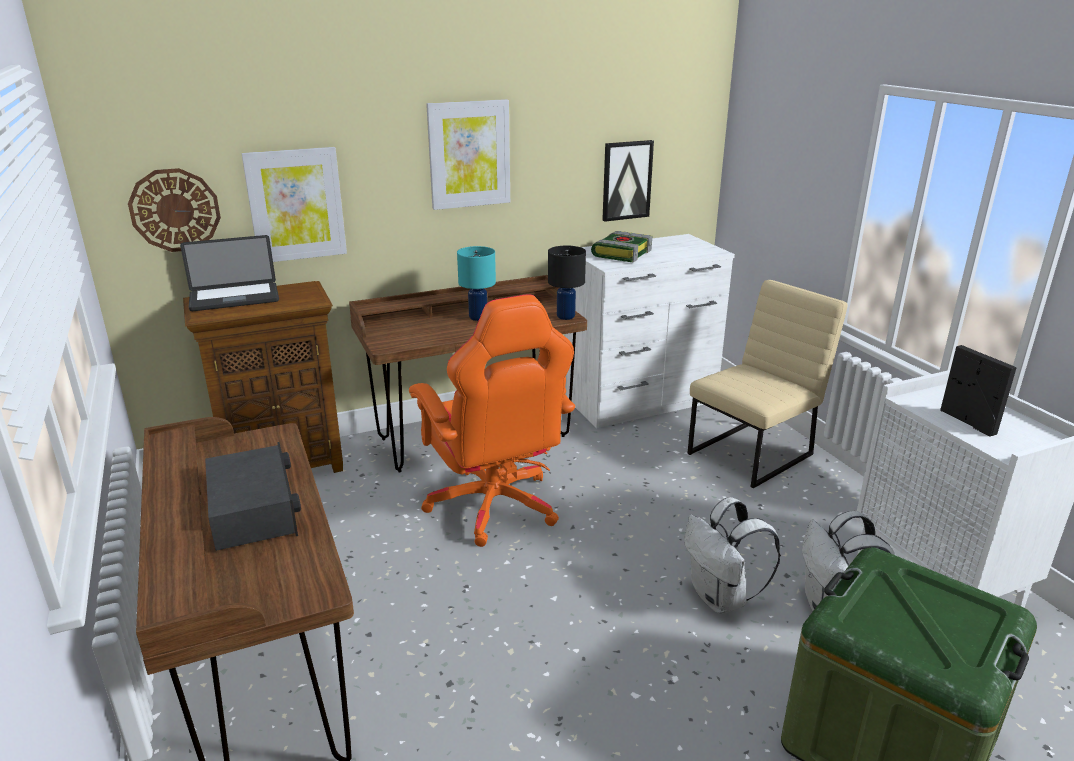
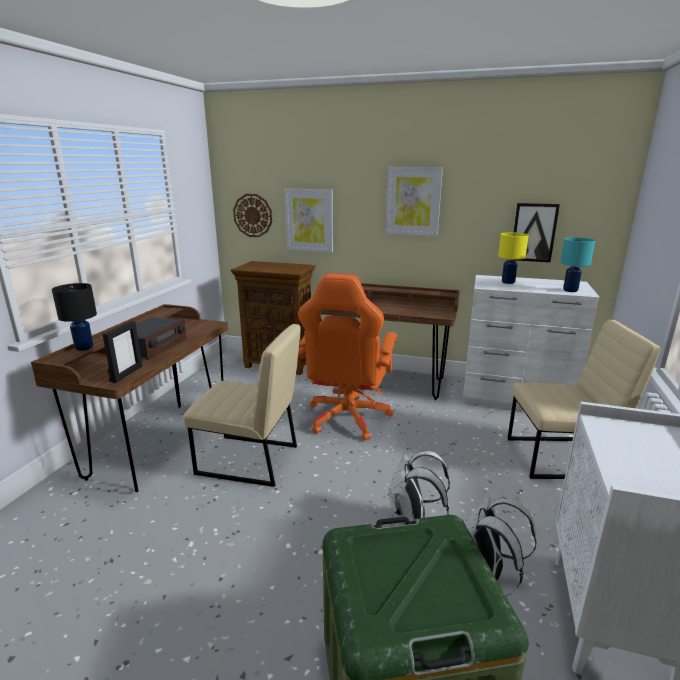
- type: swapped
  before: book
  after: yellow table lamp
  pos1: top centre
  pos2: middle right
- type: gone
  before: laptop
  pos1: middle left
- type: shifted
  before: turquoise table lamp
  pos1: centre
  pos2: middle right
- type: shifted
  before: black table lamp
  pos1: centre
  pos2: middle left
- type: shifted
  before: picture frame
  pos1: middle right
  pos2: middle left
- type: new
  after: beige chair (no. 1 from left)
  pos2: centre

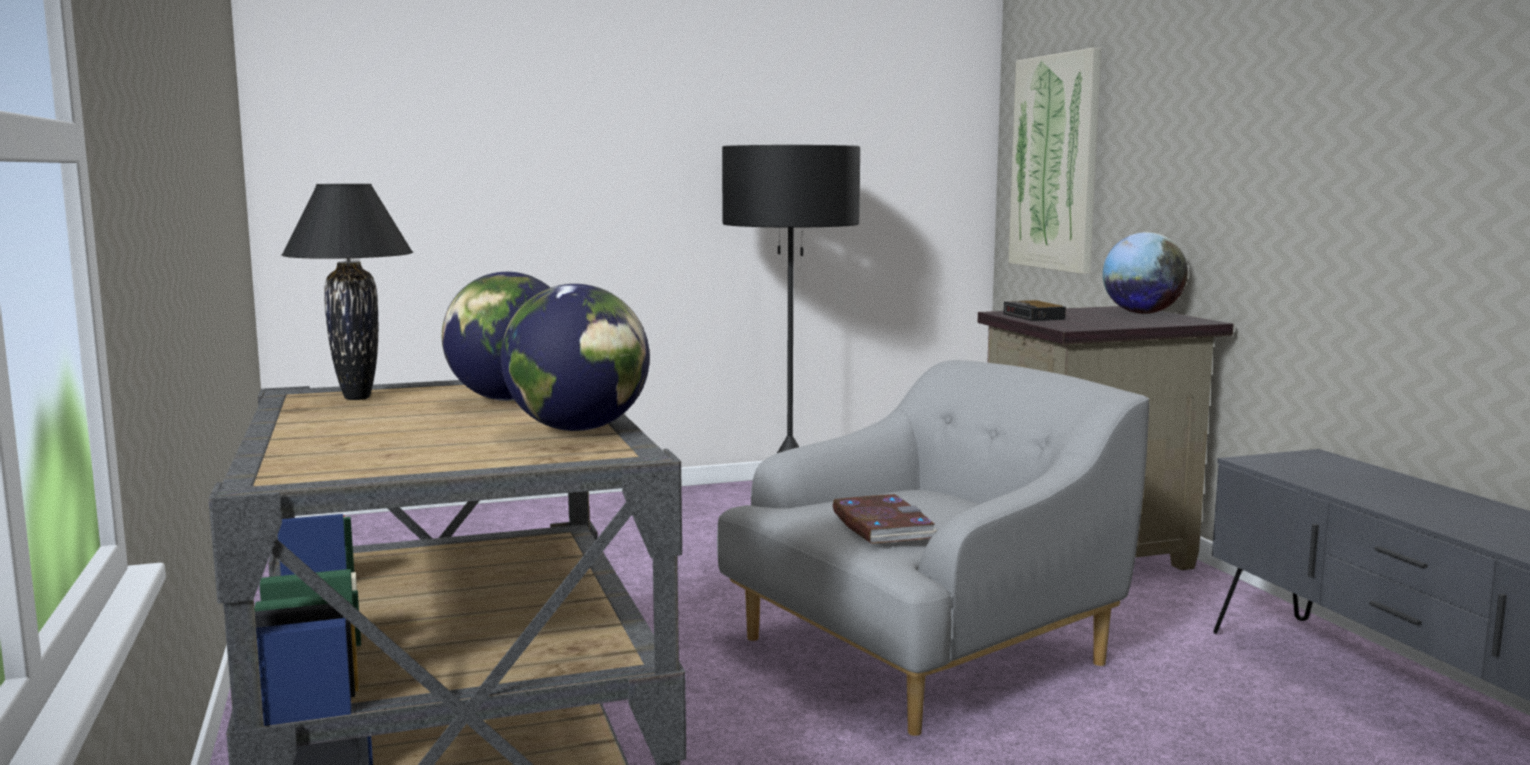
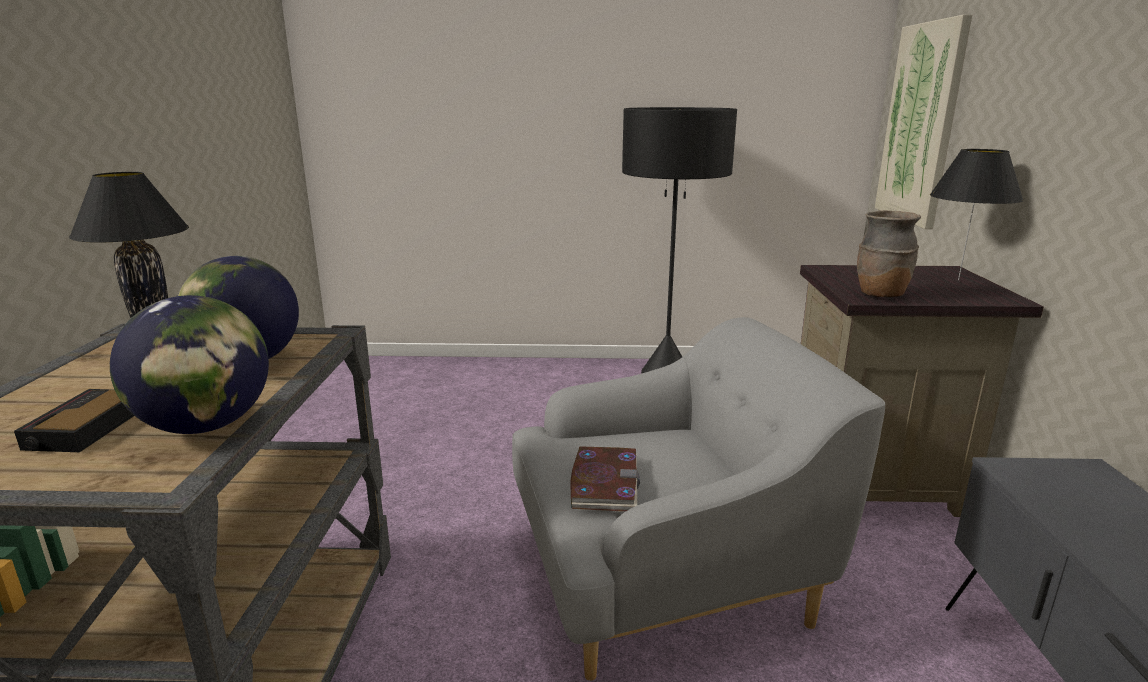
- type: swapped
  before: globe (no. 3 from left)
  after: black table lamp (no. 2 from left)
  pos1: middle right
  pos2: top right
- type: shifted
  before: alarm clock
  pos1: middle right
  pos2: middle left
- type: new
  after: brown vase
  pos2: middle right

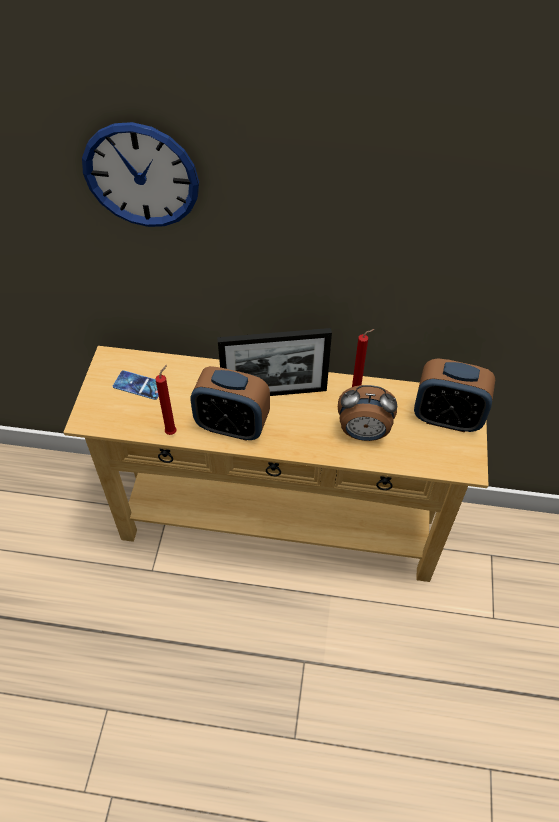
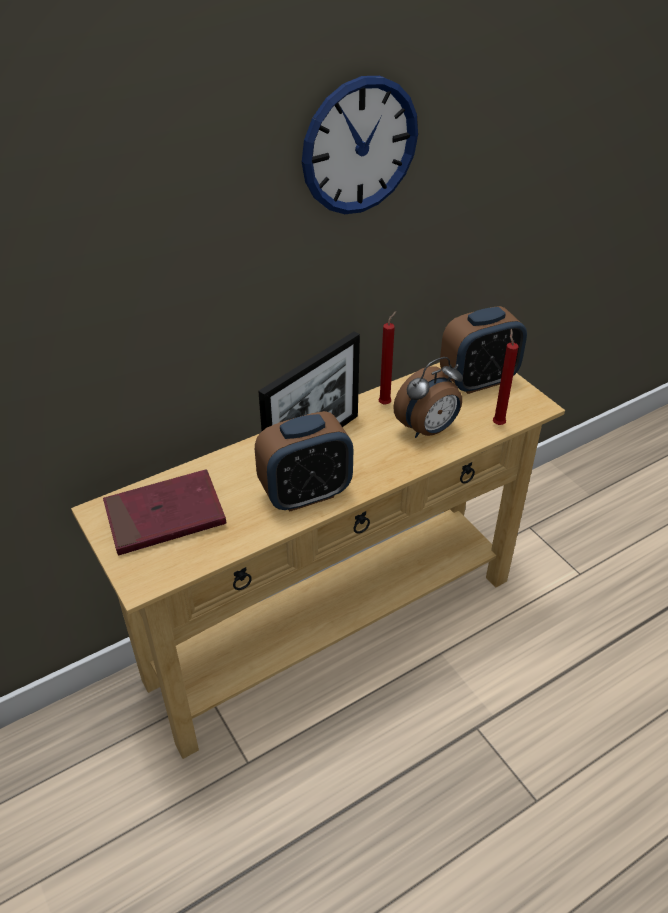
- type: shifted
  before: wall clock
  pos1: top left
  pos2: top centre
- type: shifted
  before: red candle (no. 1 from left in the first image)
  after: red candle (no. 2 from left)
  pos1: middle left
  pos2: middle right
- type: swapped
  before: phone
  after: red book
  pos1: middle left
  pos2: middle left

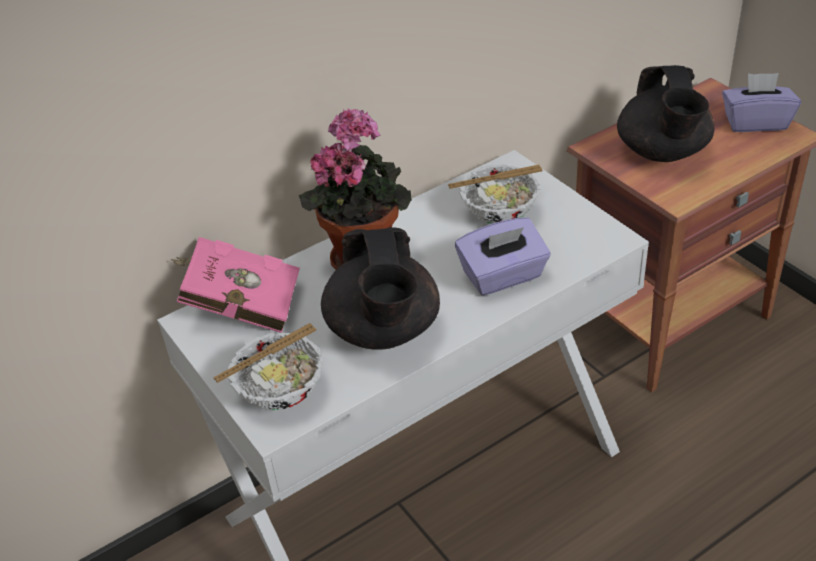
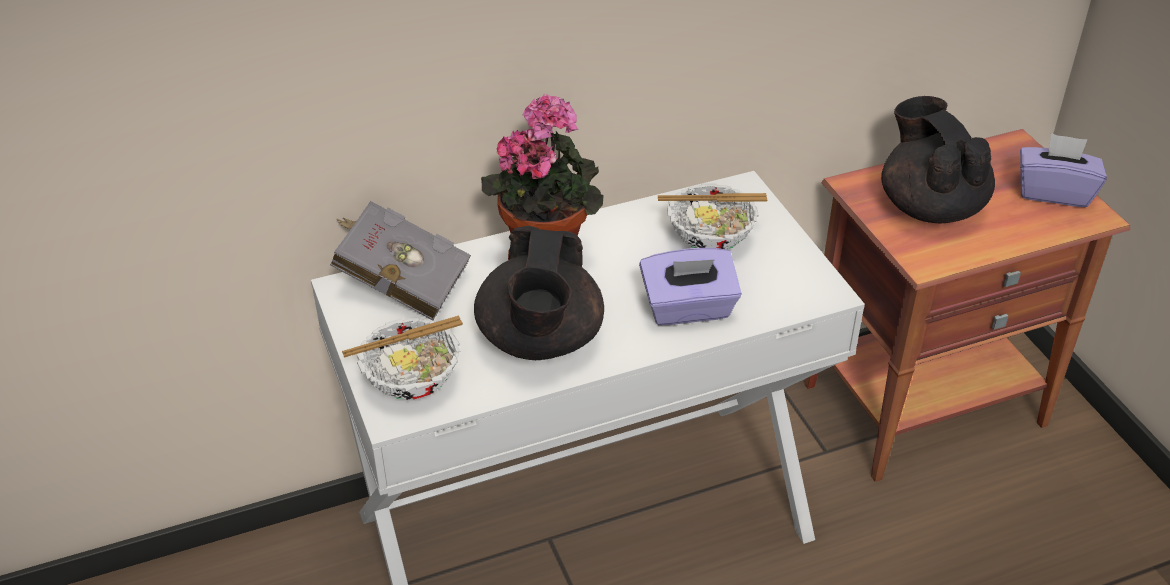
- type: rotated
  before: black teapot (no. 2 from left)
  pos1: top right
  pos2: top right
  turn: 150
- type: repainted
  before: pink book
  after: grey book
  pos1: middle left
  pos2: centre

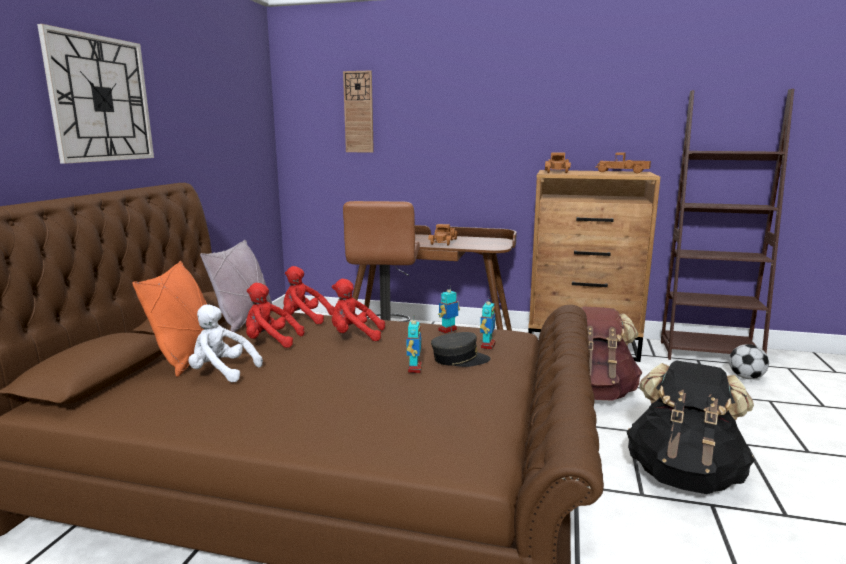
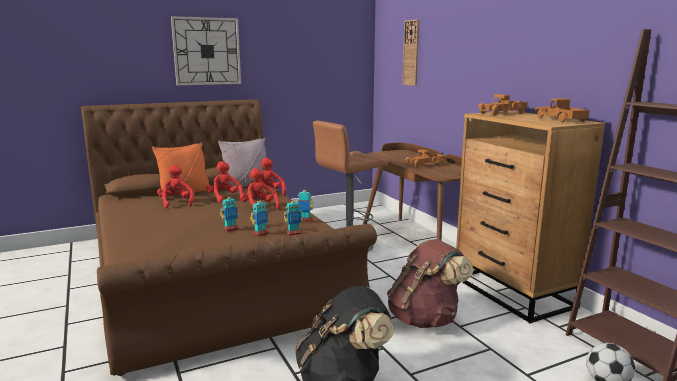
- type: repainted
  before: white plush toy
  after: red plush toy (no. 1 from left)
  pos1: middle left
  pos2: middle left
- type: swapped
  before: grey cap
  after: toy robot (no. 2 from left)
  pos1: centre
  pos2: centre

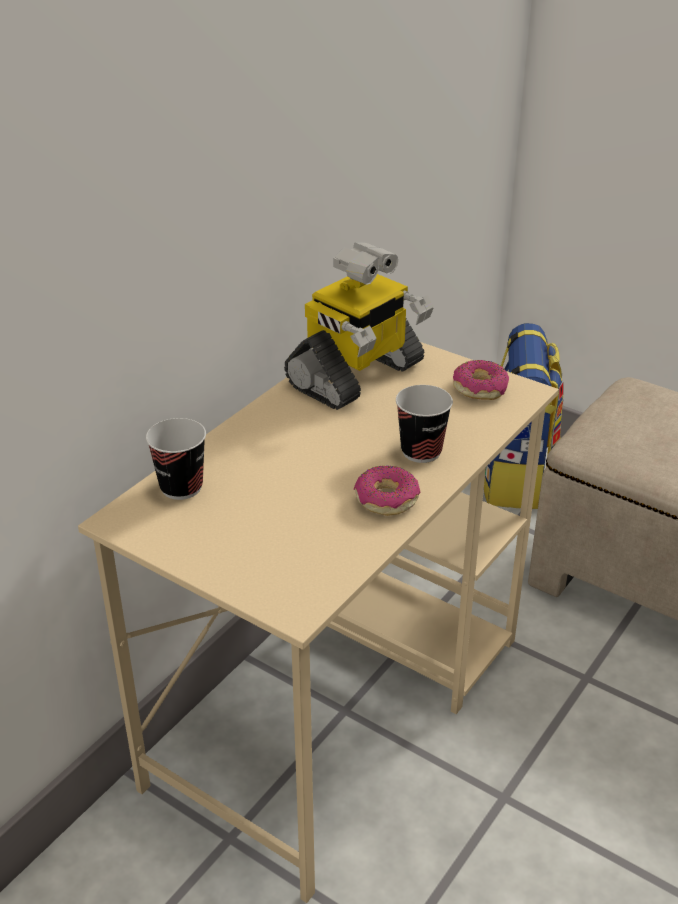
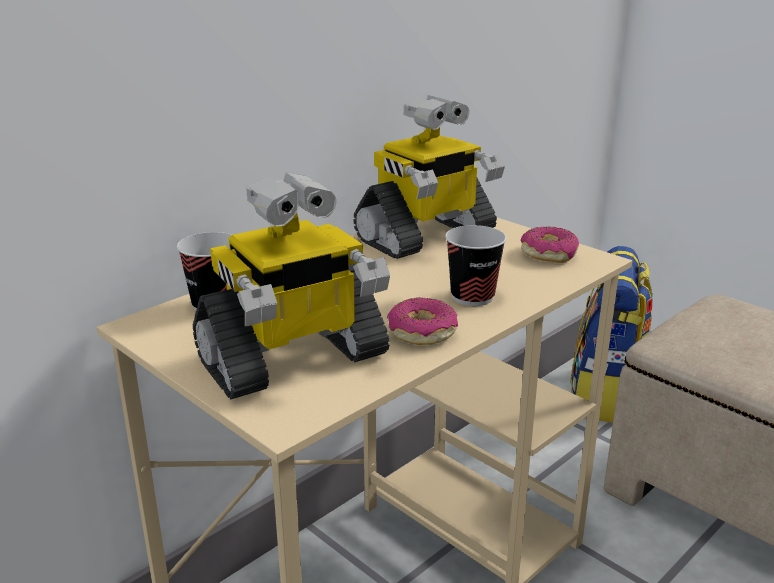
- type: new
  after: toy robot (no. 1 from left)
  pos2: centre

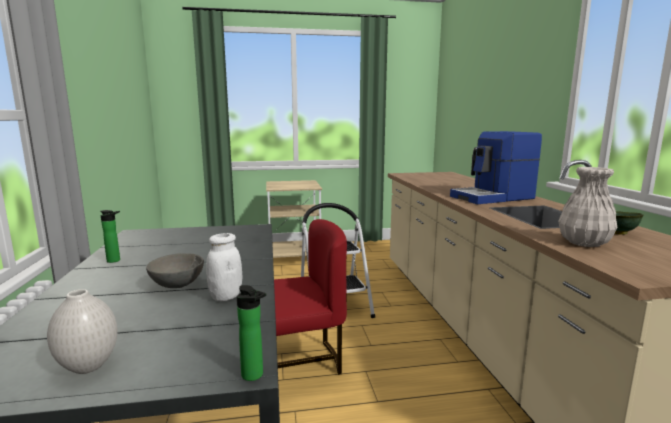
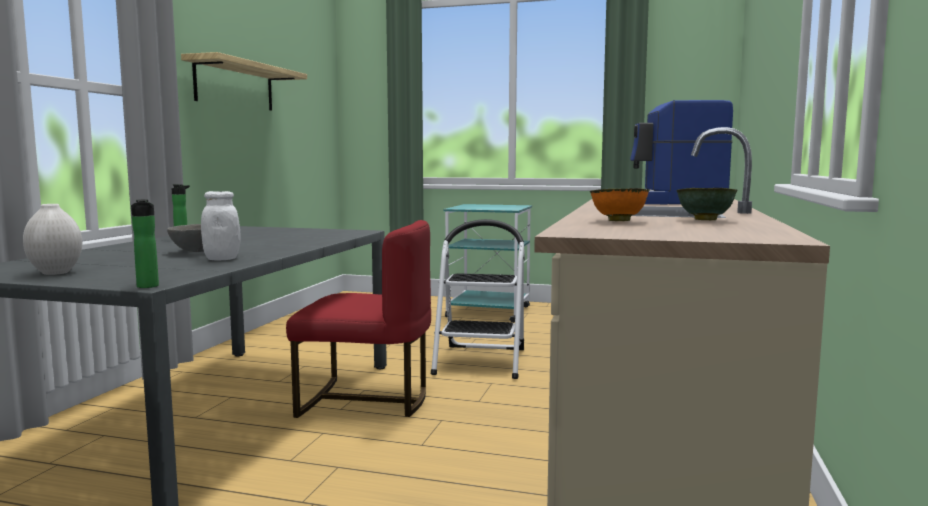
- type: swapped
  before: white vase (no. 2 from left)
  after: orange bowl
  pos1: middle right
  pos2: middle right
- type: repainted
  before: beige cart
  after: turquoise cart
  pos1: centre
  pos2: centre
- type: new
  after: shelf
  pos2: top left

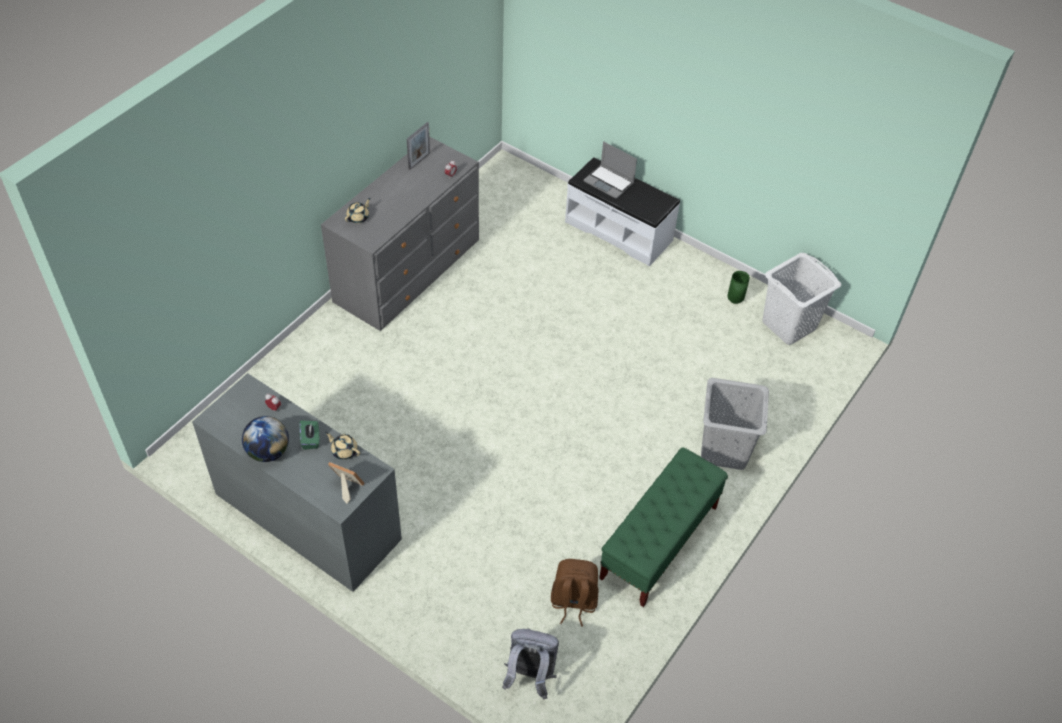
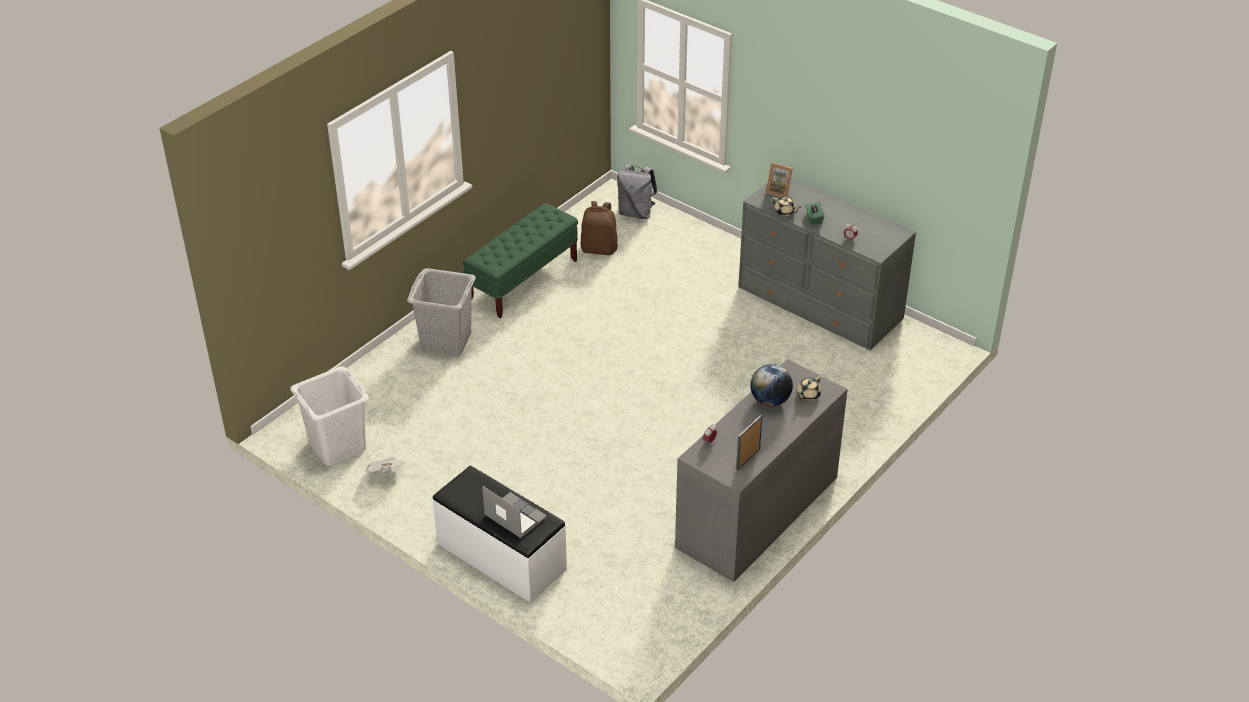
- type: swapped
  before: green vase
  after: newspaper
  pos1: middle right
  pos2: middle left
- type: shifted
  before: globe
  pos1: middle left
  pos2: centre

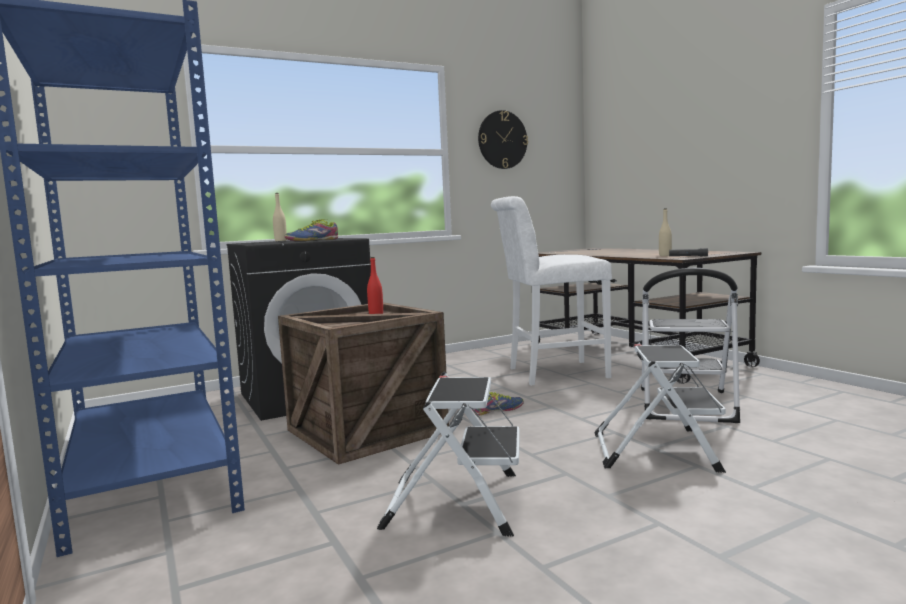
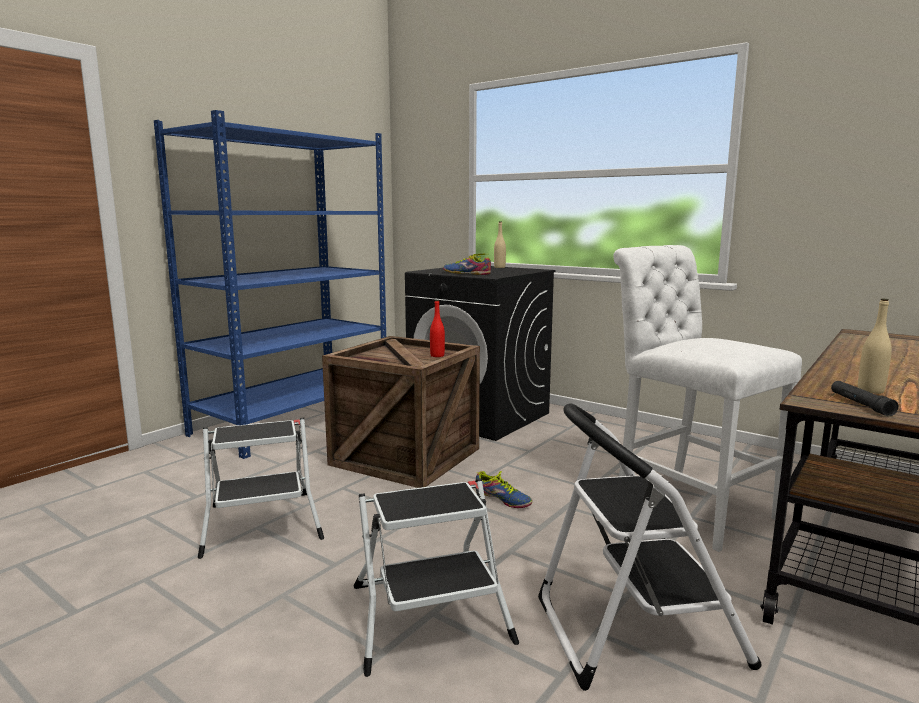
- type: gone
  before: wall clock
  pos1: top centre

